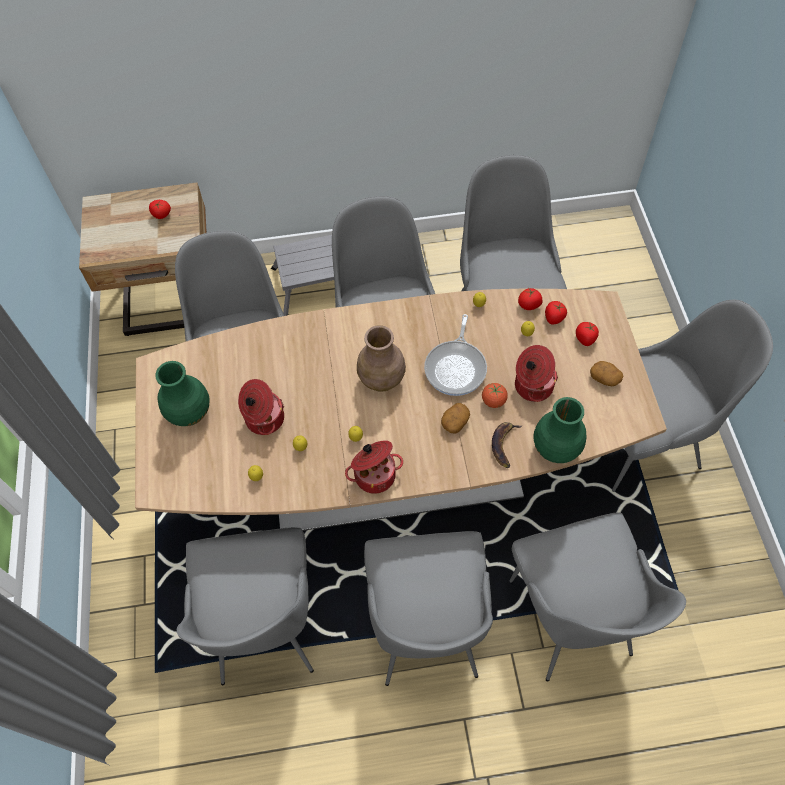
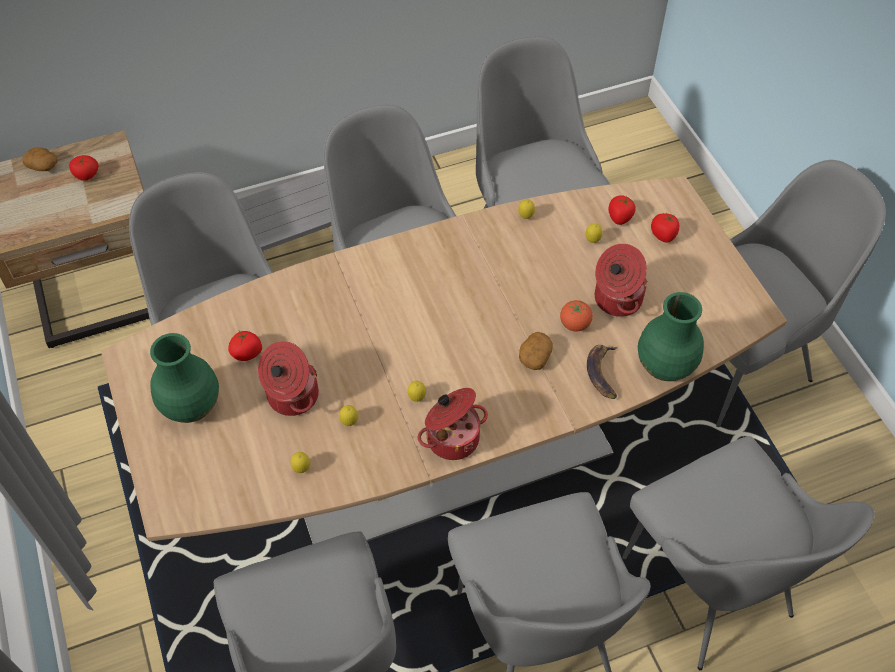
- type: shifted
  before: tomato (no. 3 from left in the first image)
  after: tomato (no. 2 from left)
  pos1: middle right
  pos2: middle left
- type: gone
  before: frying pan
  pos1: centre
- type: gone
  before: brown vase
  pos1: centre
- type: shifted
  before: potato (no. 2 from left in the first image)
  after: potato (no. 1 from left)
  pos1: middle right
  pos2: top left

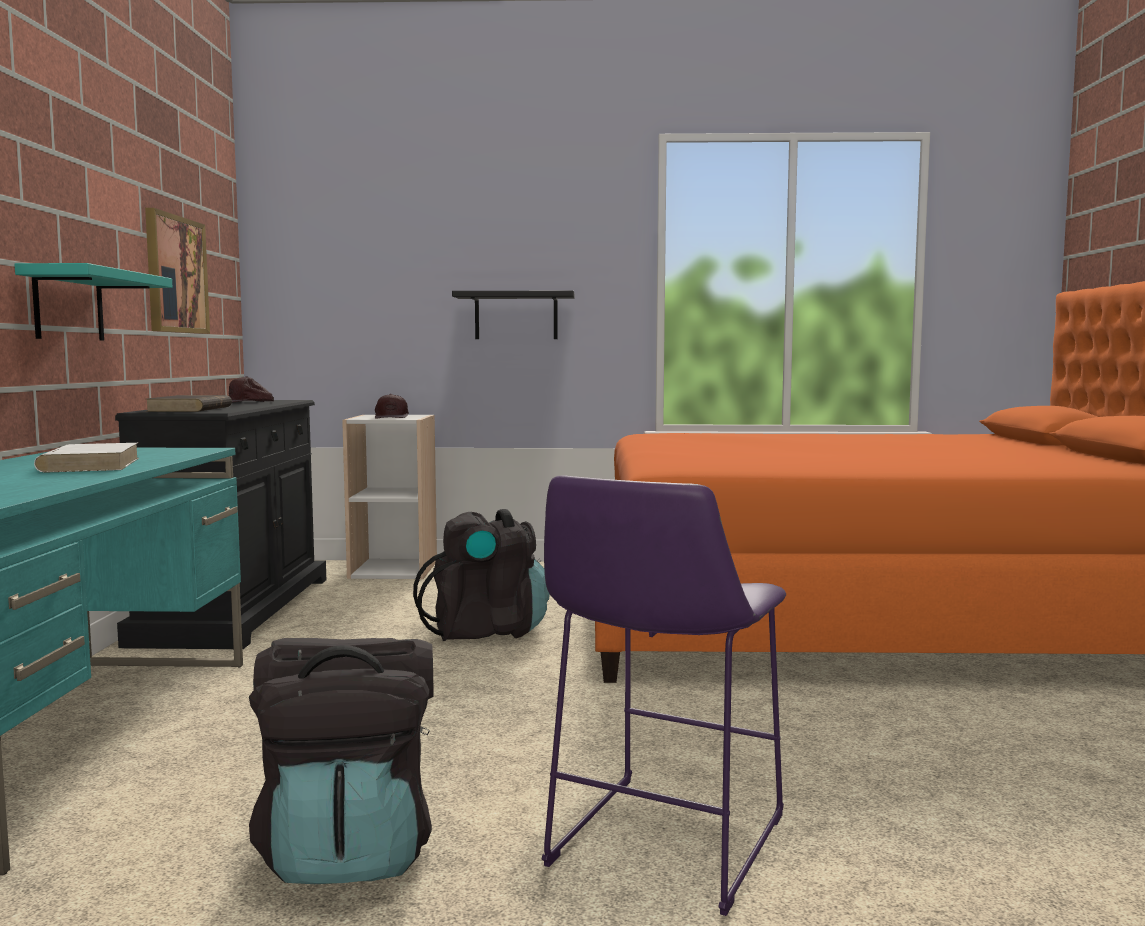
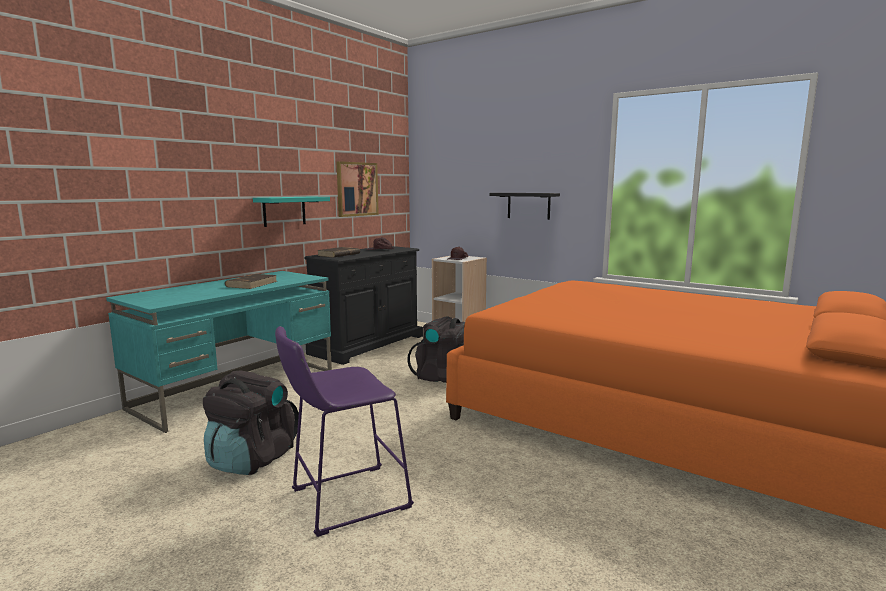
- type: repainted
  before: white book
  after: brown book (no. 1 from left)
  pos1: middle left
  pos2: middle left

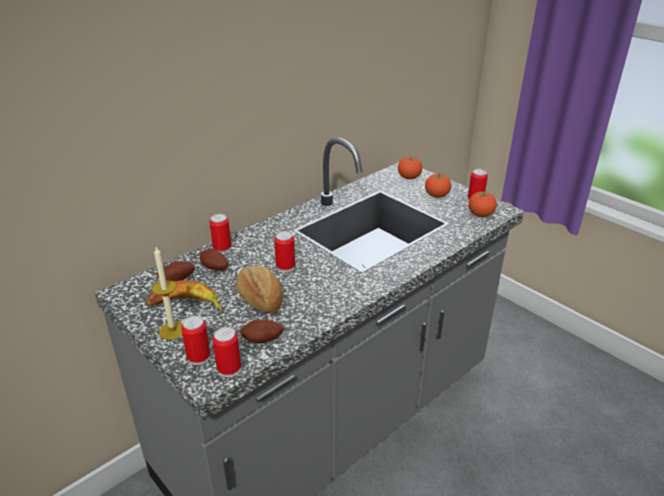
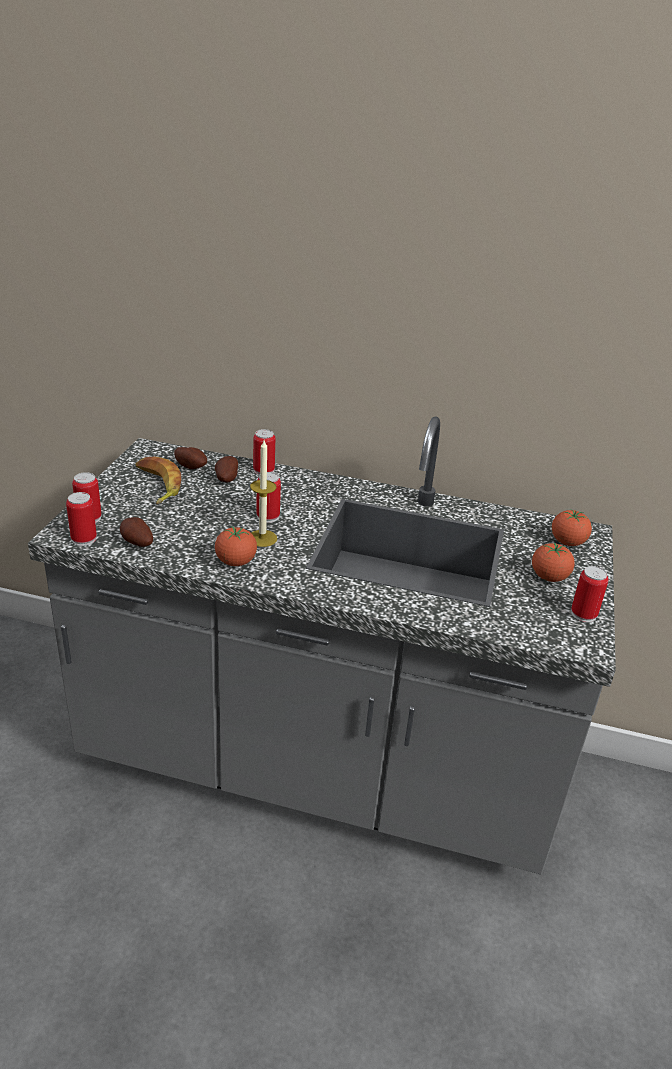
- type: shifted
  before: tomato (no. 3 from left in the first image)
  after: tomato (no. 1 from left)
  pos1: middle right
  pos2: centre
- type: shifted
  before: candle
  pos1: middle left
  pos2: centre
- type: gone
  before: bread
  pos1: centre

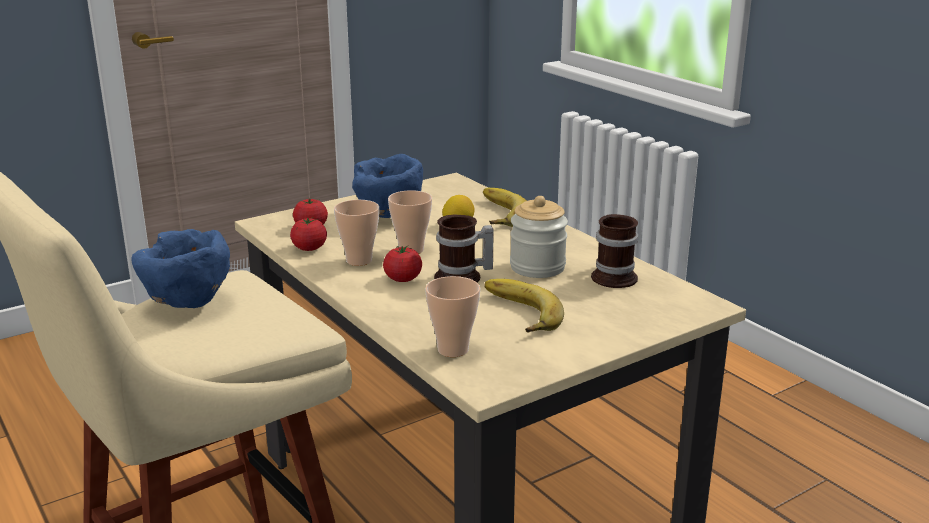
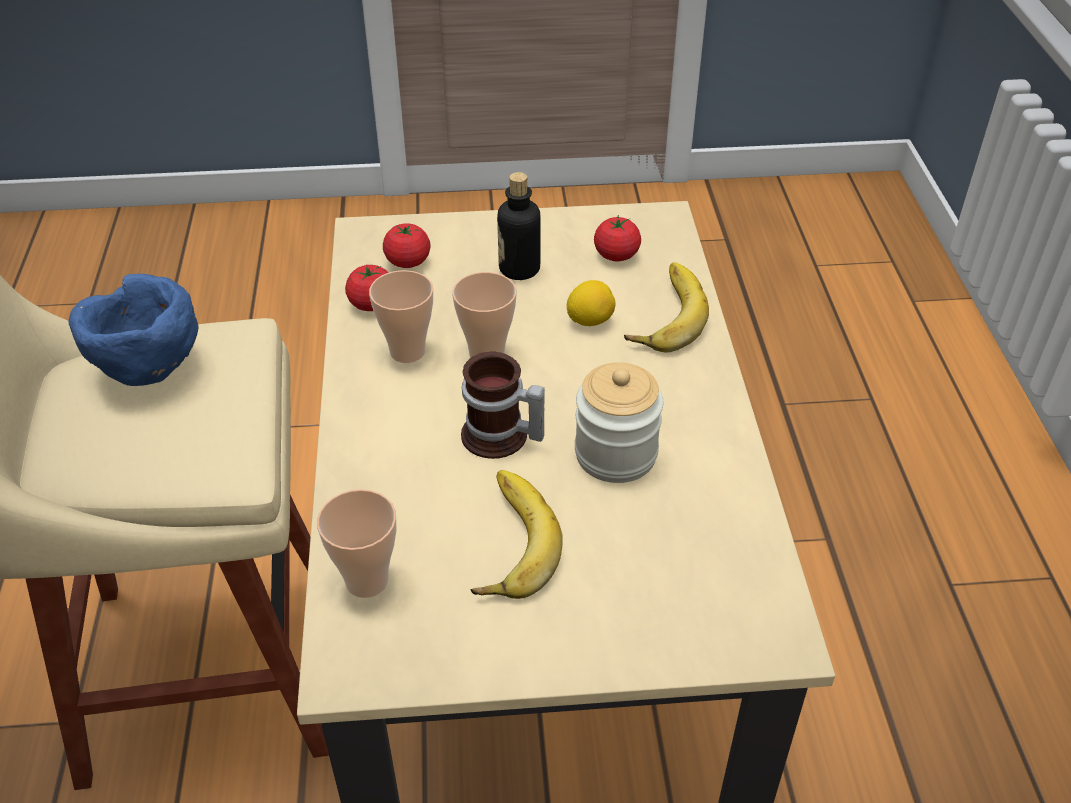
- type: swapped
  before: blue bowl (no. 2 from left)
  after: bottle
  pos1: centre
  pos2: top centre
- type: gone
  before: mug (no. 2 from left)
  pos1: centre
- type: shifted
  before: tomato (no. 3 from left)
  pos1: centre
  pos2: top centre

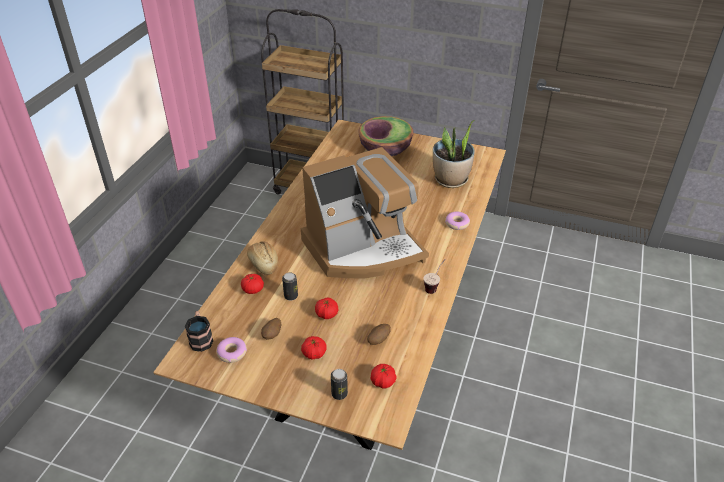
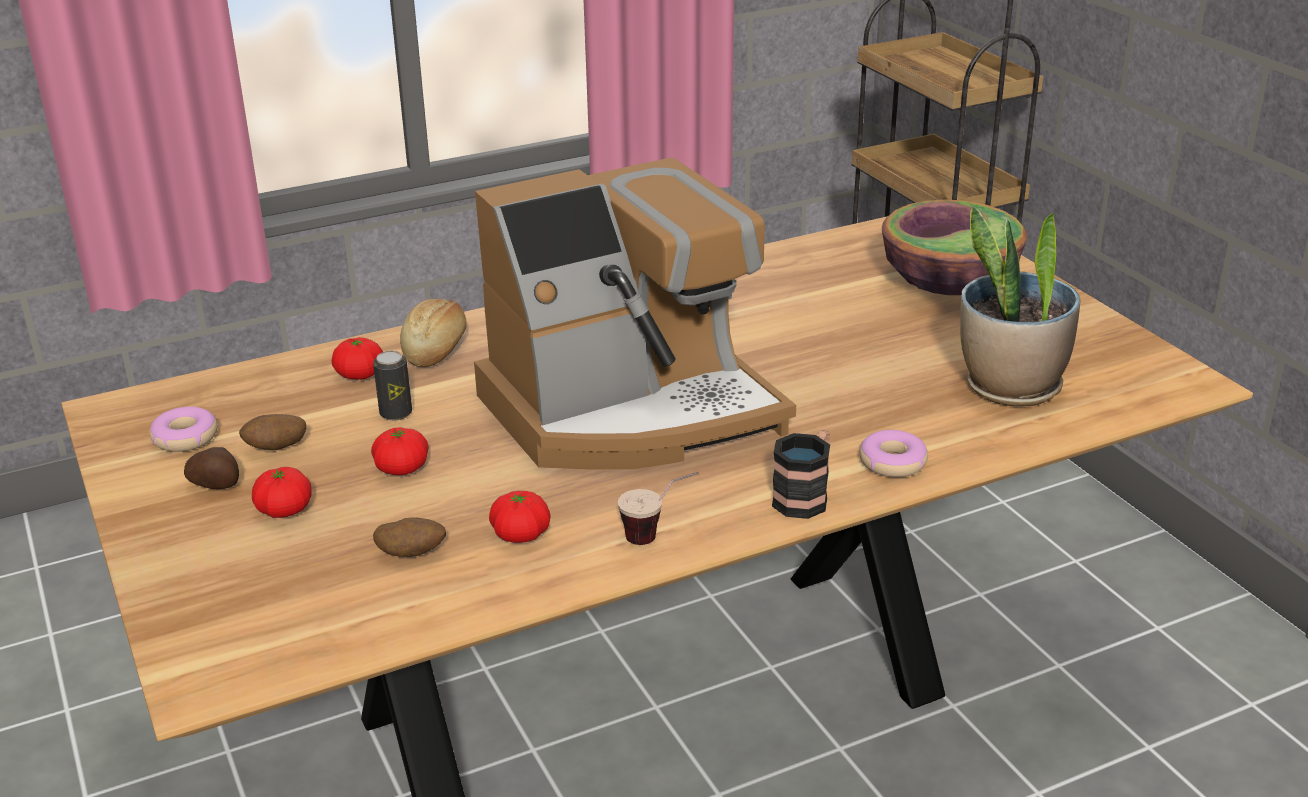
- type: rotated
  before: coffee machine
  pos1: centre
  pos2: centre
  turn: -45
- type: shifted
  before: mug
  pos1: bottom left
  pos2: centre
- type: shifted
  before: tomato (no. 4 from left)
  pos1: bottom centre
  pos2: centre
- type: gone
  before: can (no. 2 from left)
  pos1: bottom centre
- type: new
  after: potato (no. 1 from left)
  pos2: middle left

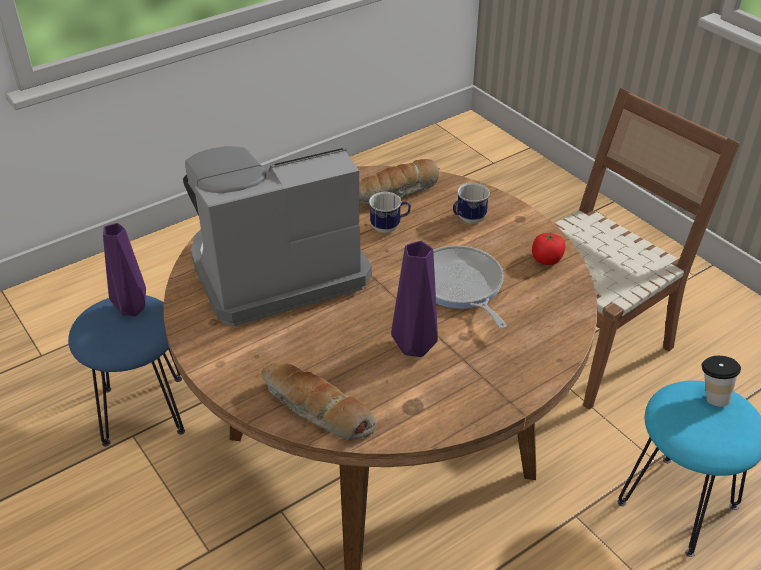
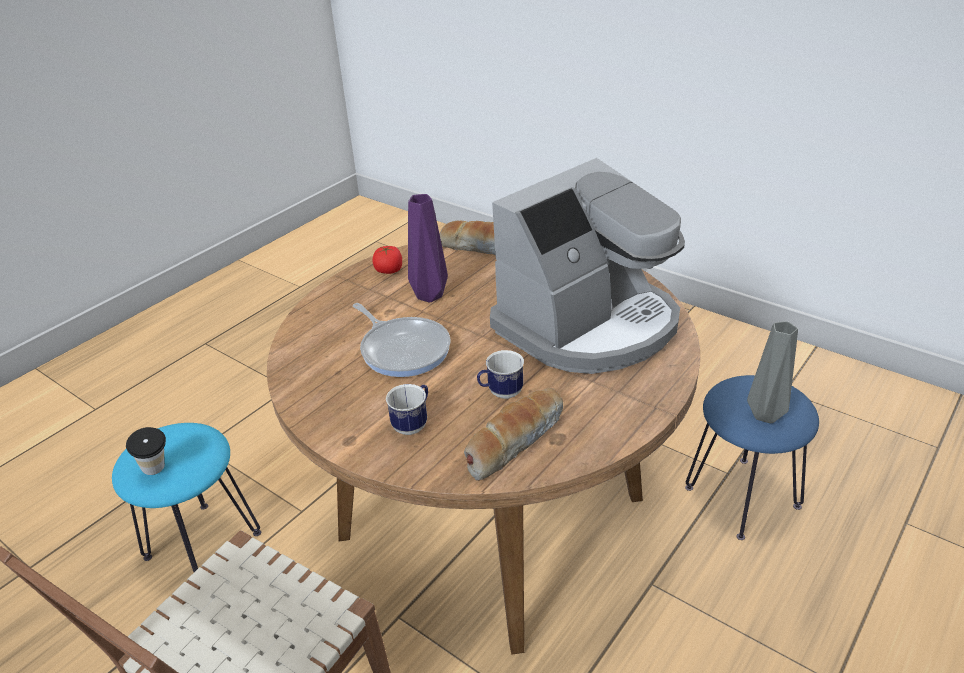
- type: repainted
  before: purple vase (no. 1 from left)
  after: grey vase
  pos1: middle left
  pos2: middle right
- type: shifted
  before: tomato
  pos1: middle right
  pos2: centre

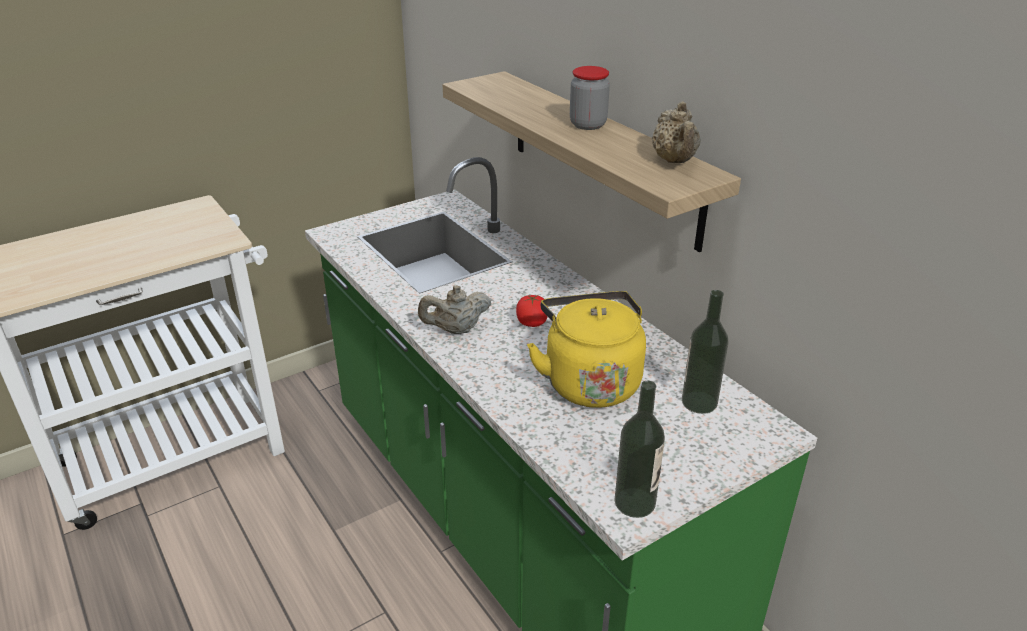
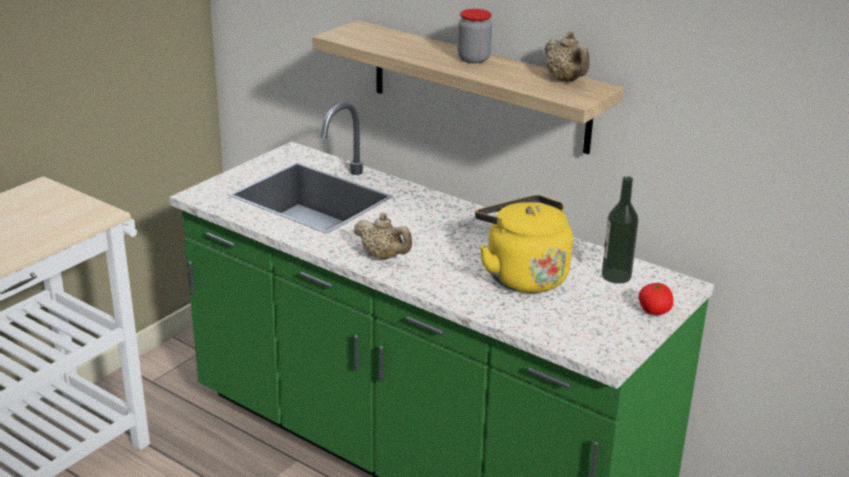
- type: rotated
  before: beige teapot (no. 1 from left)
  pos1: centre
  pos2: centre
  turn: -105
- type: shifted
  before: tomato
  pos1: centre
  pos2: middle right
- type: gone
  before: bottle (no. 1 from left)
  pos1: bottom centre

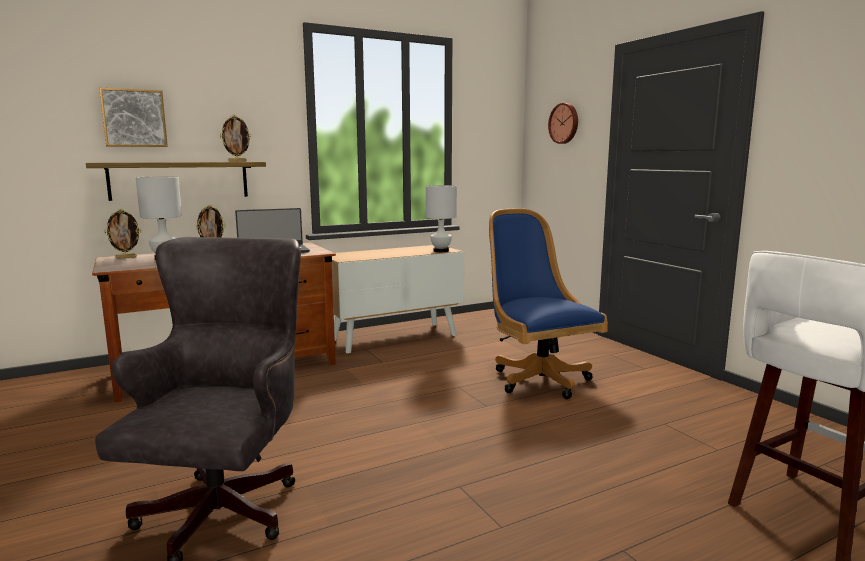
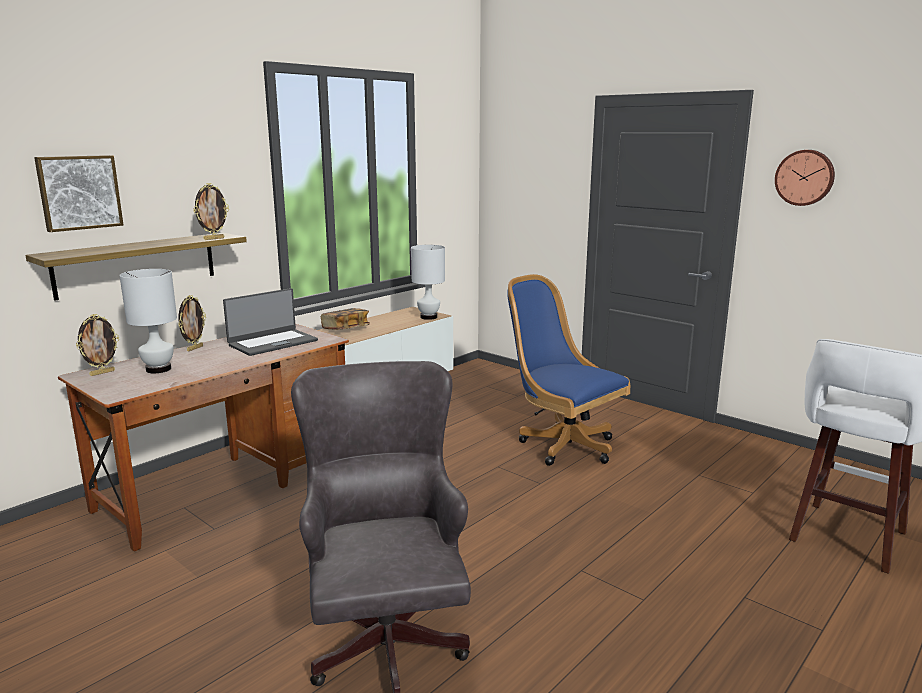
- type: shifted
  before: wall clock
  pos1: top centre
  pos2: top right
- type: new
  after: book
  pos2: centre

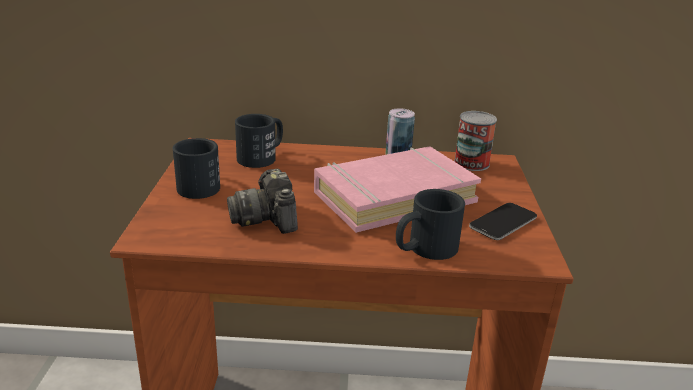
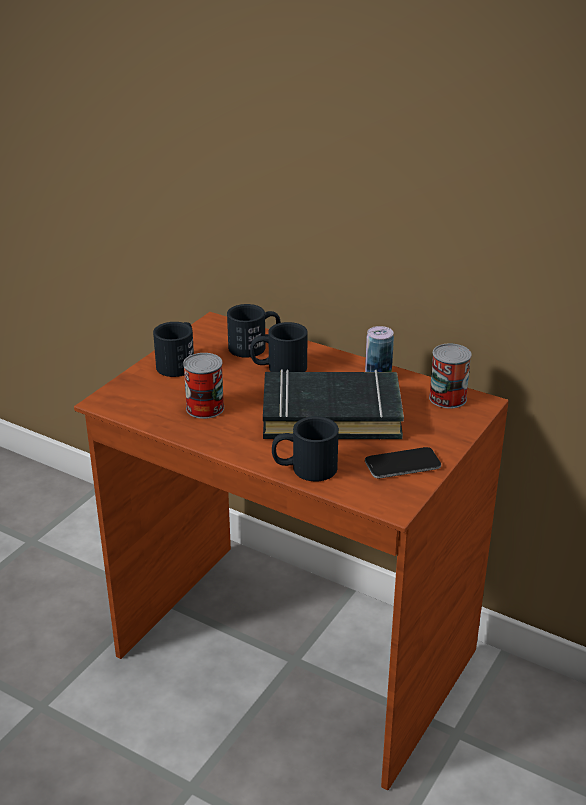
- type: repainted
  before: pink book
  after: black book
  pos1: centre
  pos2: centre
- type: swapped
  before: photo camera
  after: can (no. 1 from left)
  pos1: centre
  pos2: centre
- type: new
  after: black mug (no. 3 from left)
  pos2: centre

